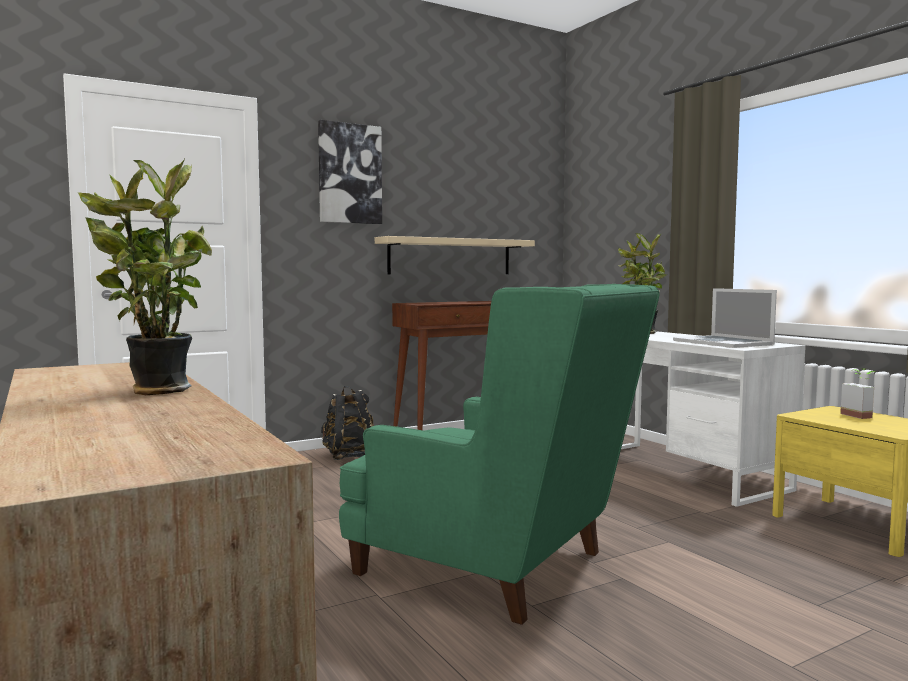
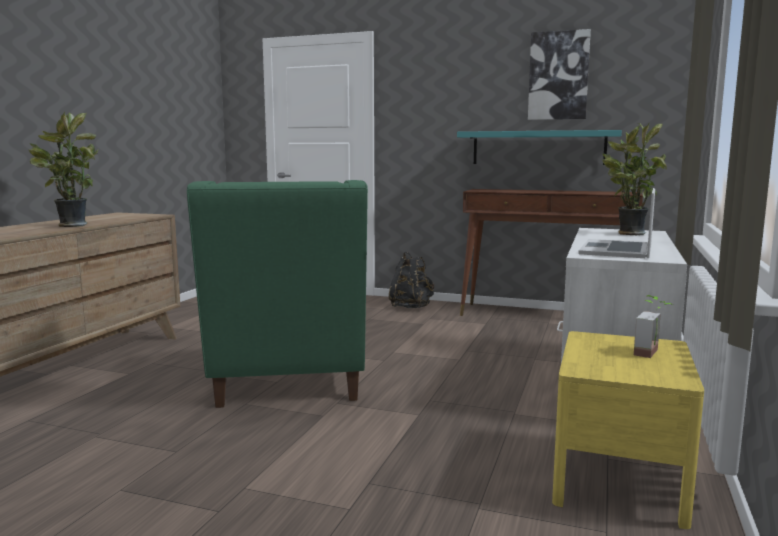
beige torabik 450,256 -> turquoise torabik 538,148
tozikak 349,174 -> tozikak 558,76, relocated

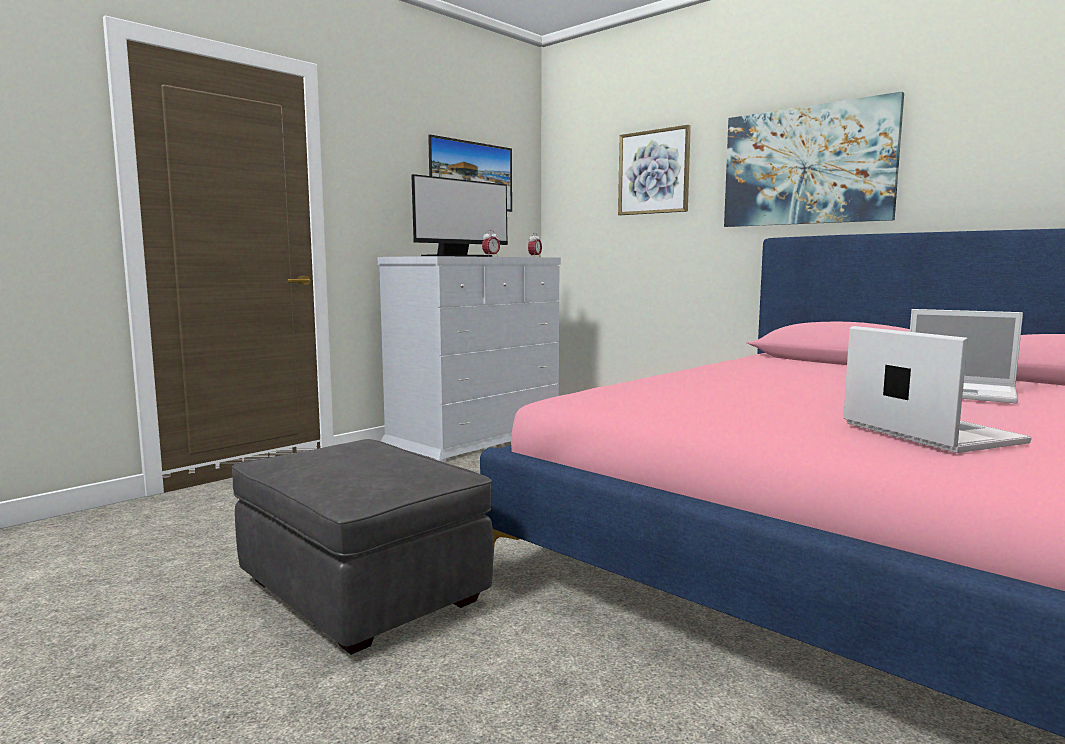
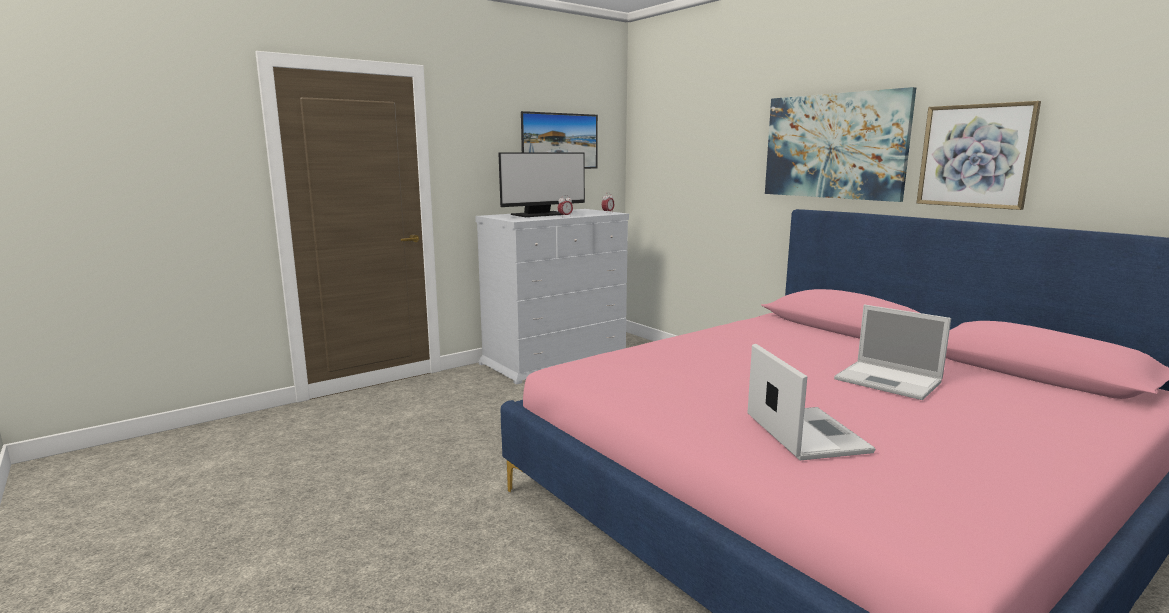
tozikak 654,172 -> tozikak 975,156, relocated
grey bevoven 361,591 -> none

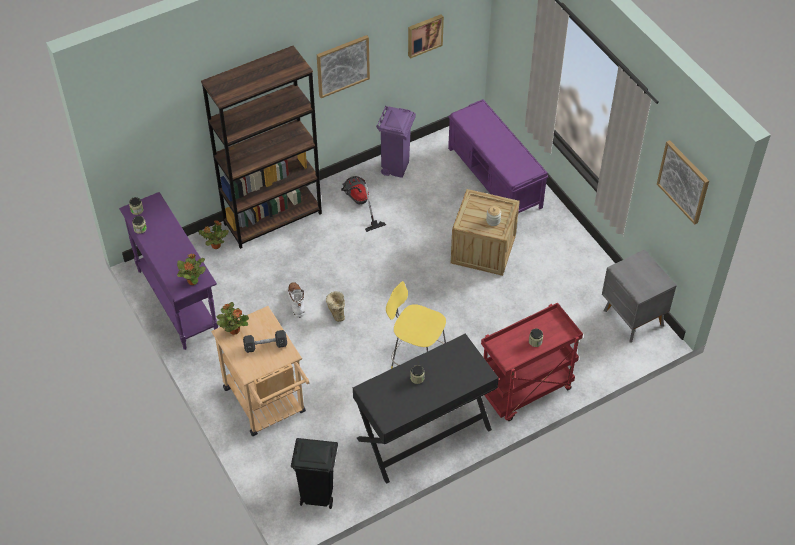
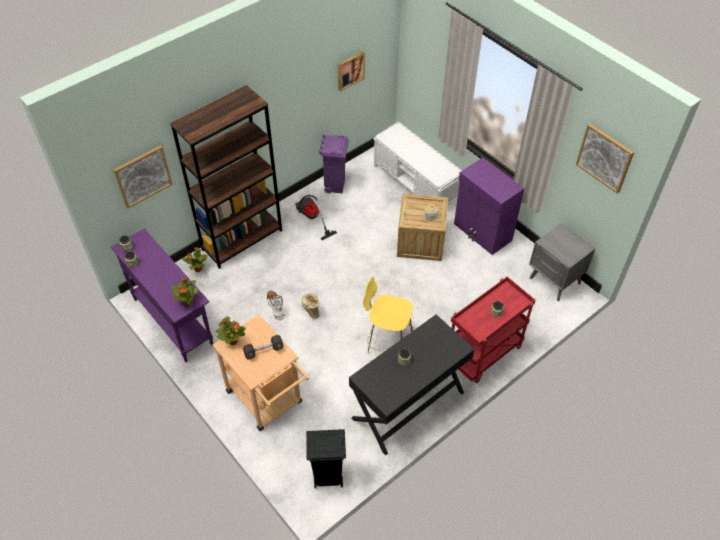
tozikak 342,65 -> tozikak 143,176, relocated
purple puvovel 495,178 -> white puvovel 416,184
none -> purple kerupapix 482,233

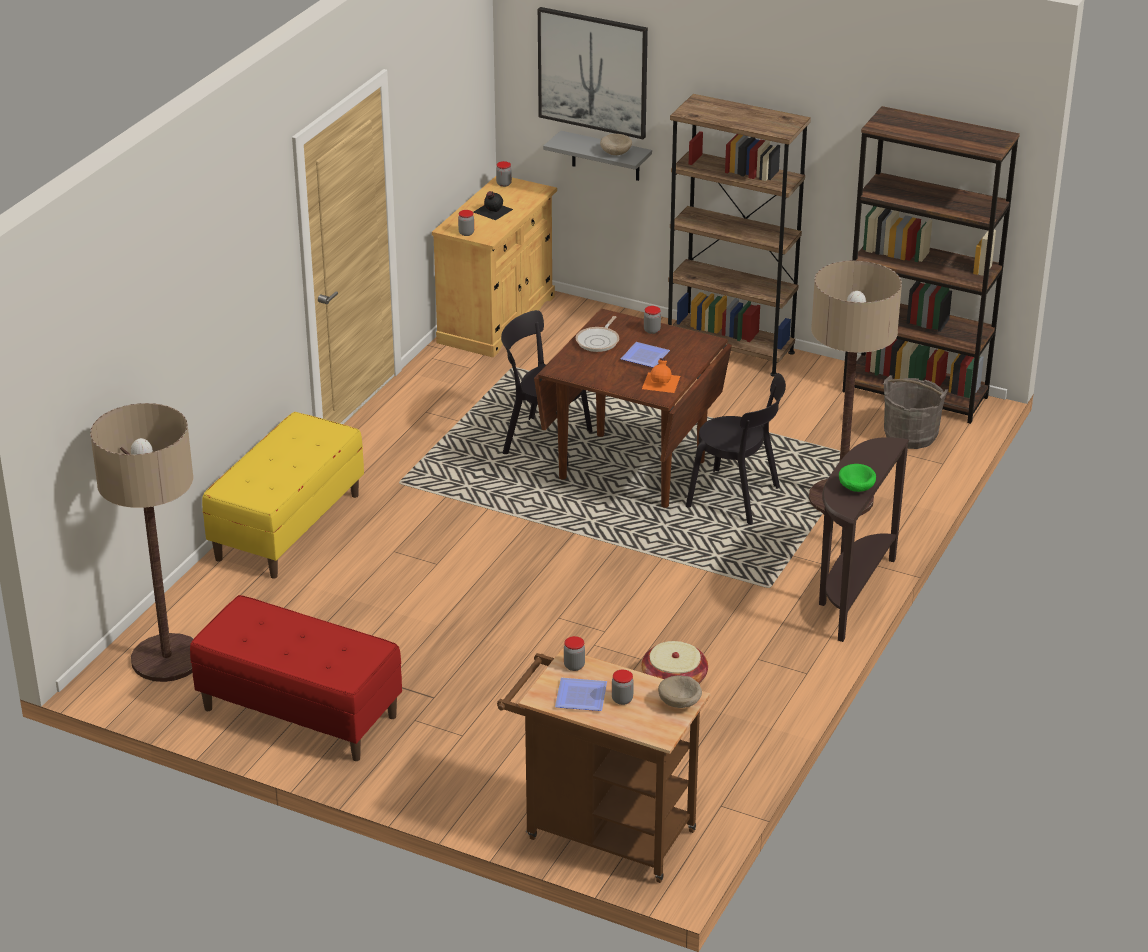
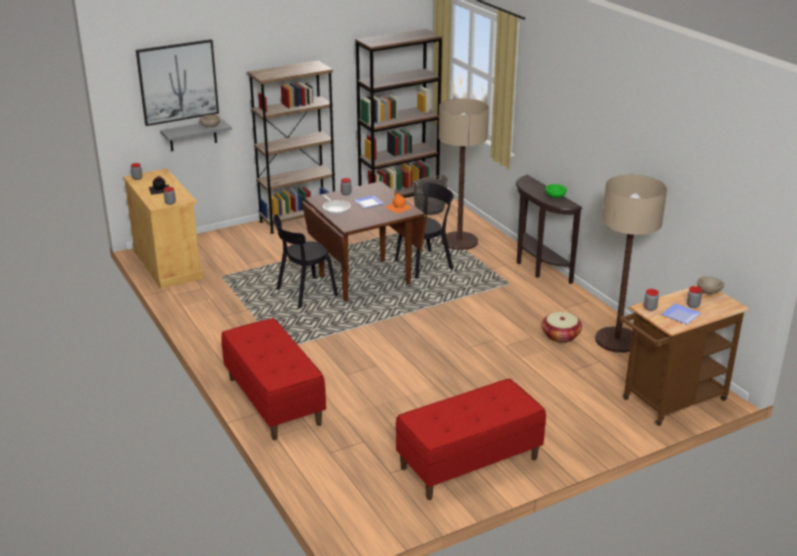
yellow puvovel 288,526 -> red puvovel 273,401
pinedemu 167,659 -> pinedemu 617,340, relocated

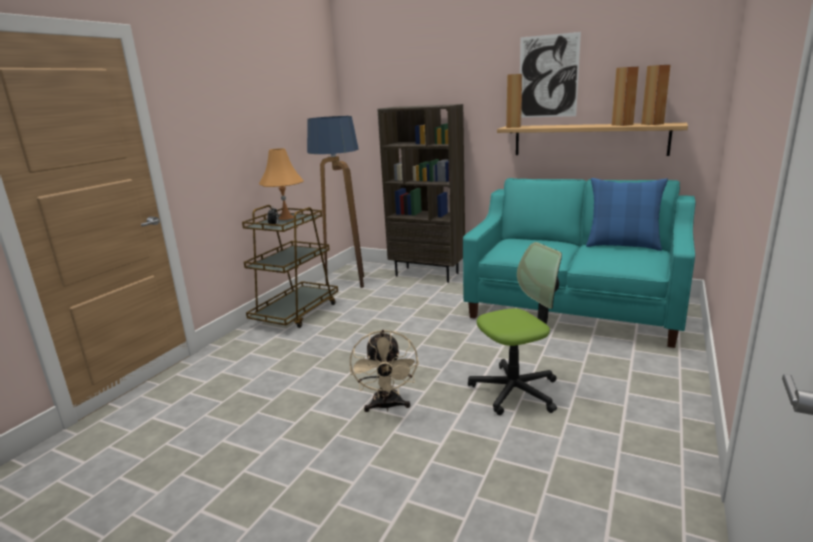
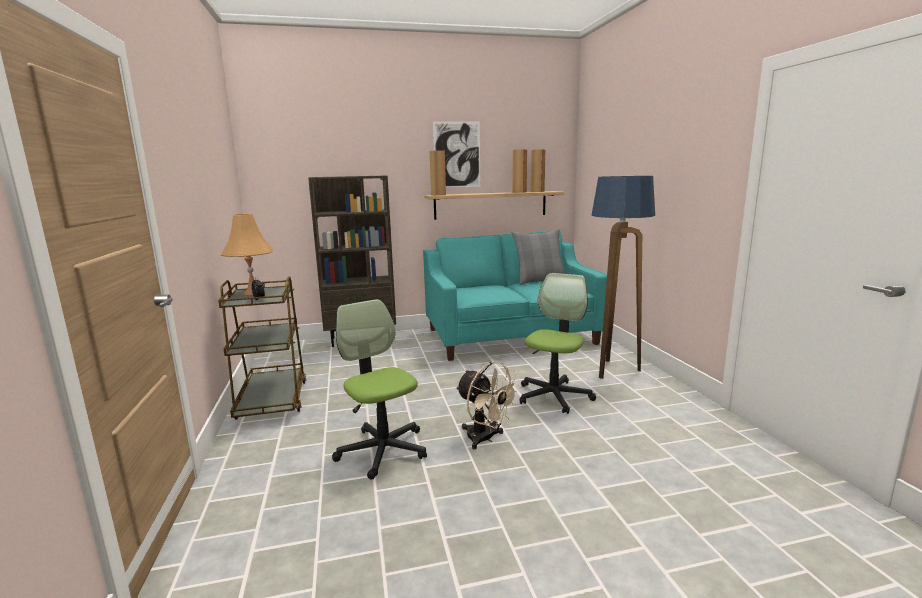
none -> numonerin 383,450
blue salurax 622,245 -> grey salurax 539,280
pinedemu 346,283 -> pinedemu 613,371, relocated

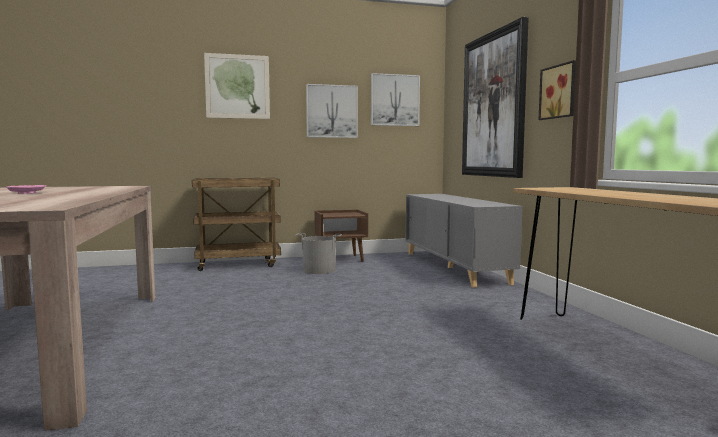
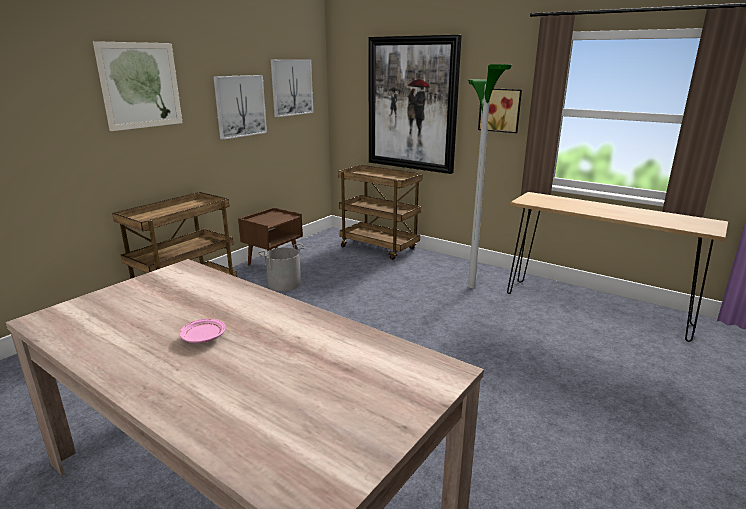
grey kerupapix 454,267 -> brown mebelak 380,248
none -> pinedemu 472,286

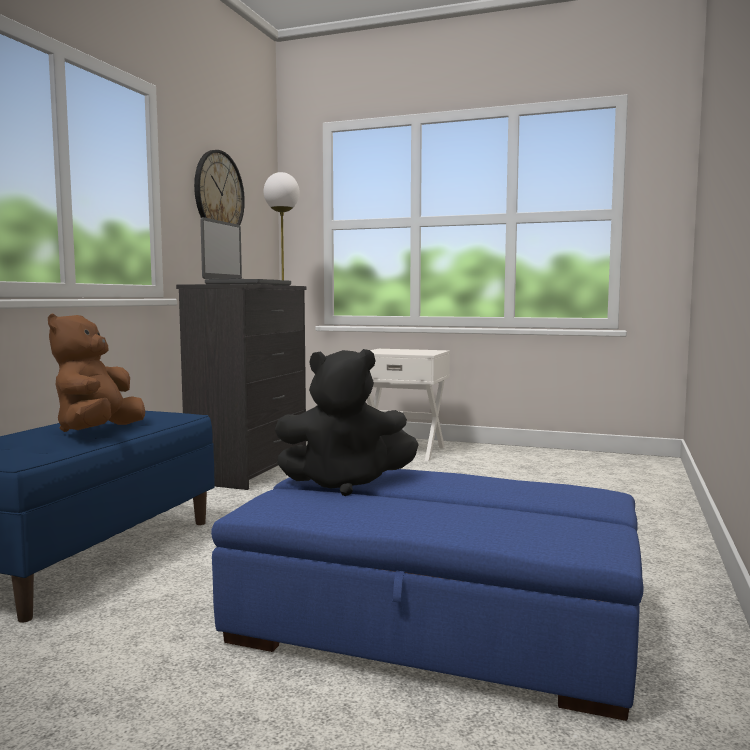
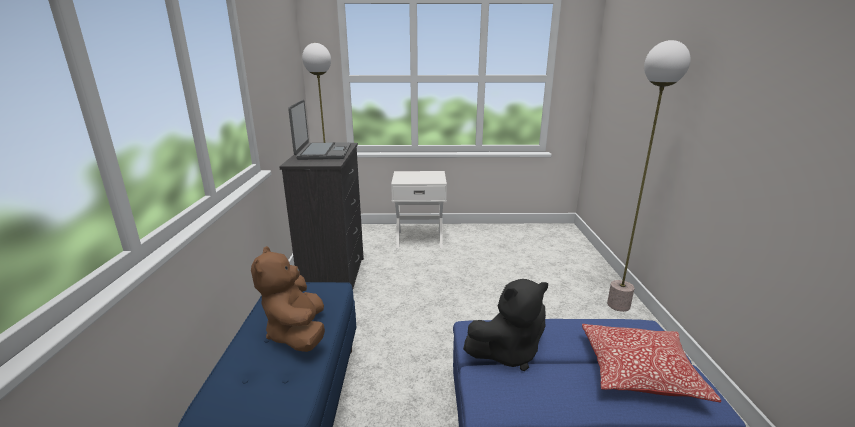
none -> salurax 639,372
none -> pinedemu 619,305
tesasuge 218,194 -> none

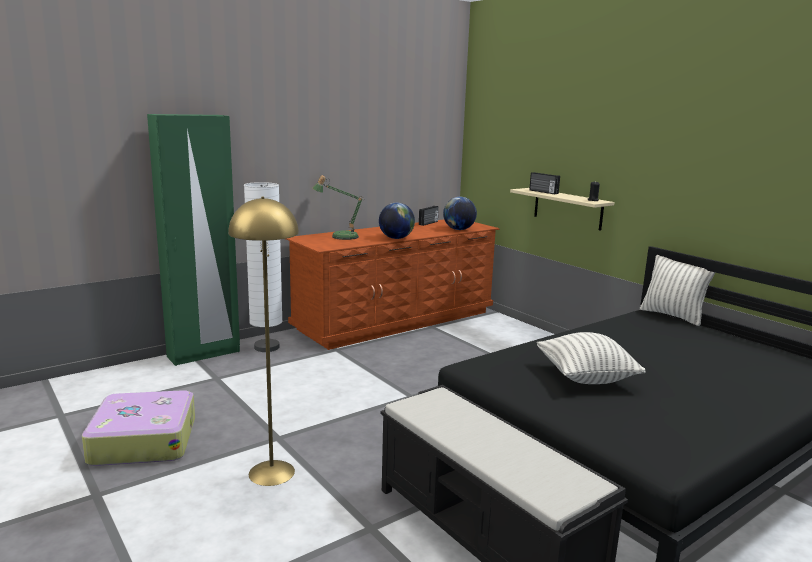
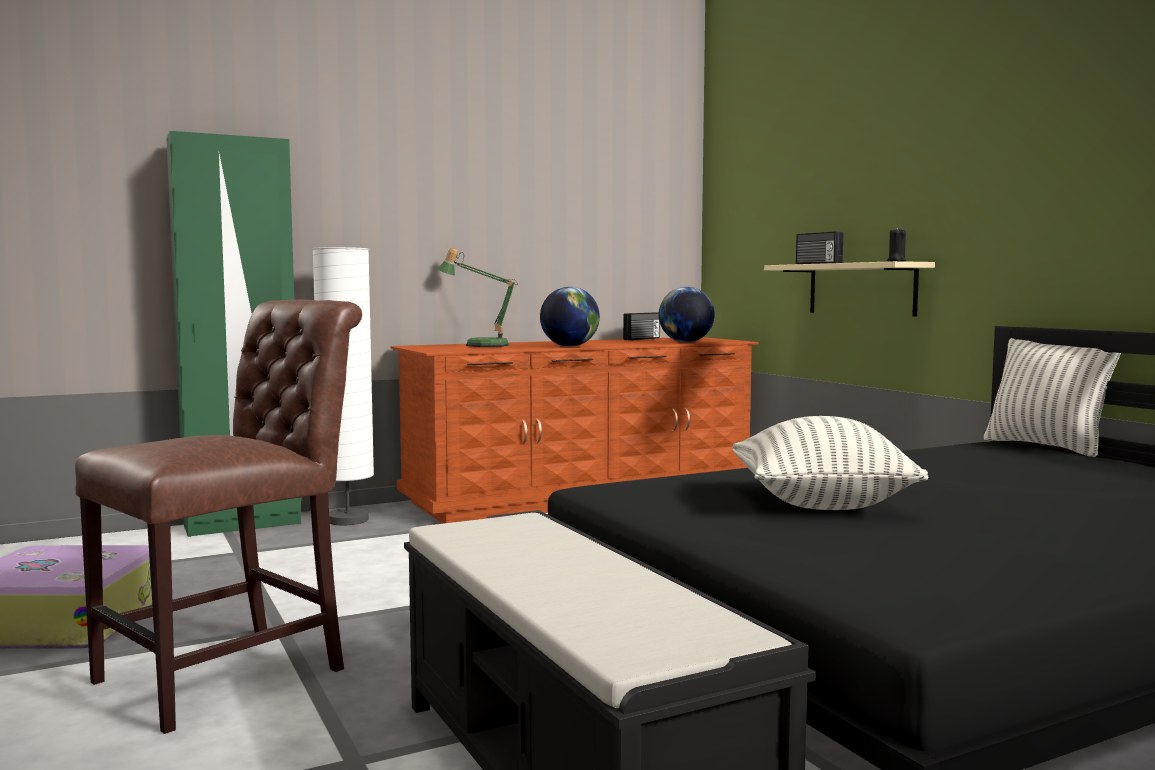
yellow pinedemu 272,472 -> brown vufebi 234,672

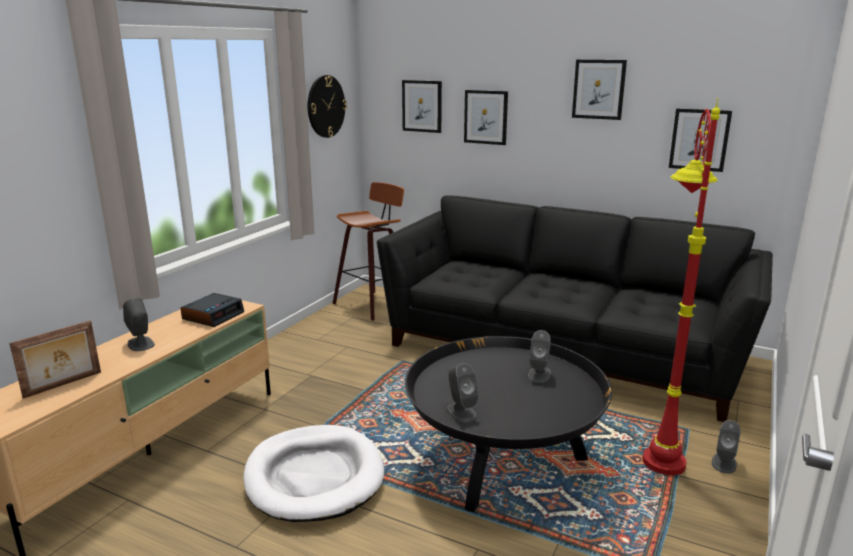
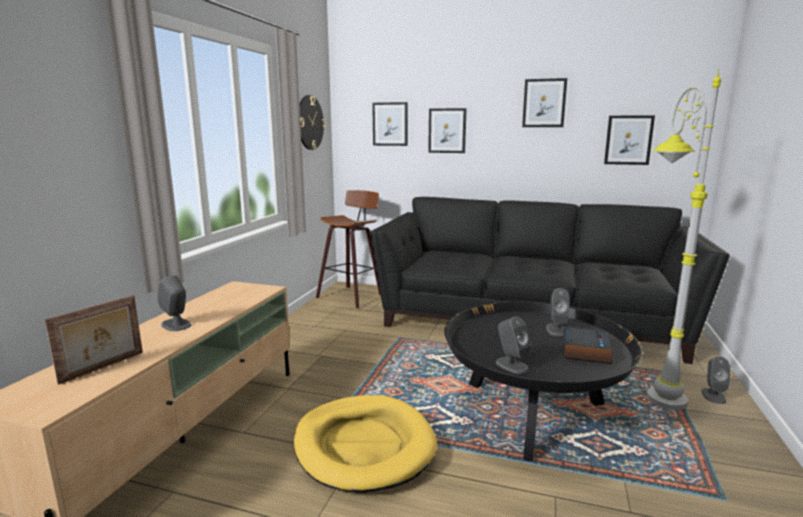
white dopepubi 314,477 -> yellow dopepubi 364,446
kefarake 213,315 -> kefarake 585,351, relocated
red pinedemu 660,443 -> grey pinedemu 653,384

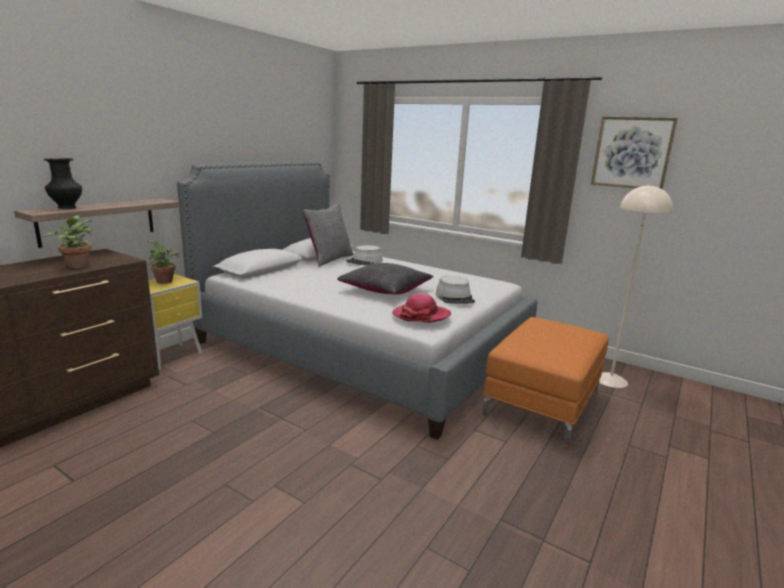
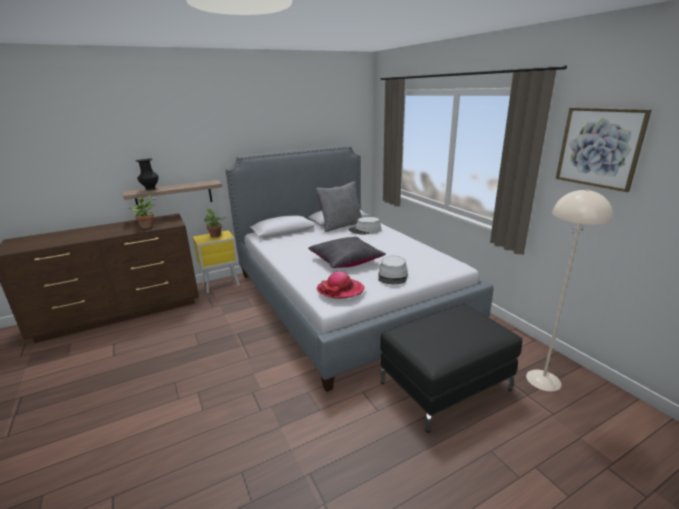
orange bevoven 541,403 -> black bevoven 444,385

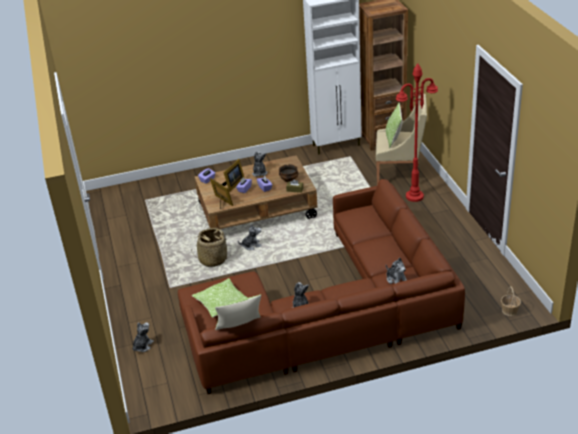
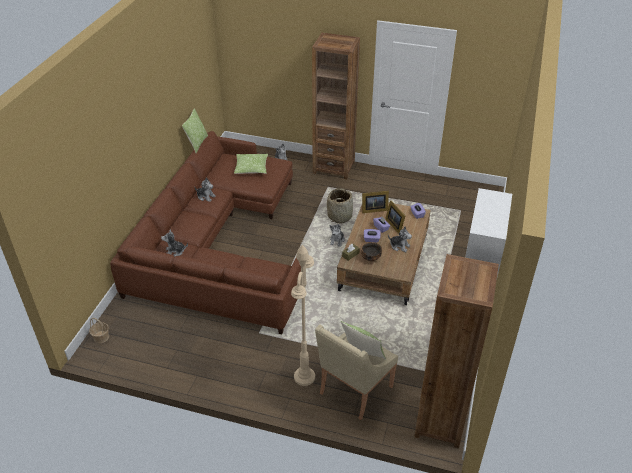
red pinedemu 414,196 -> beige pinedemu 304,377
none -> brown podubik 333,168

